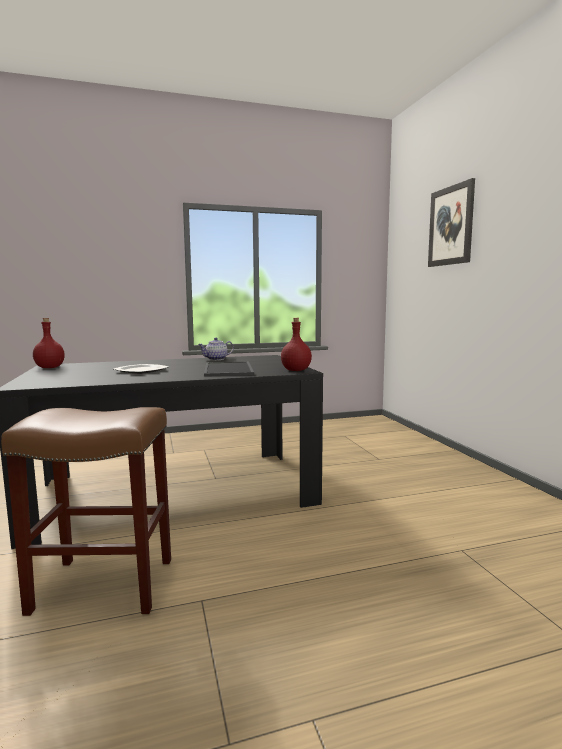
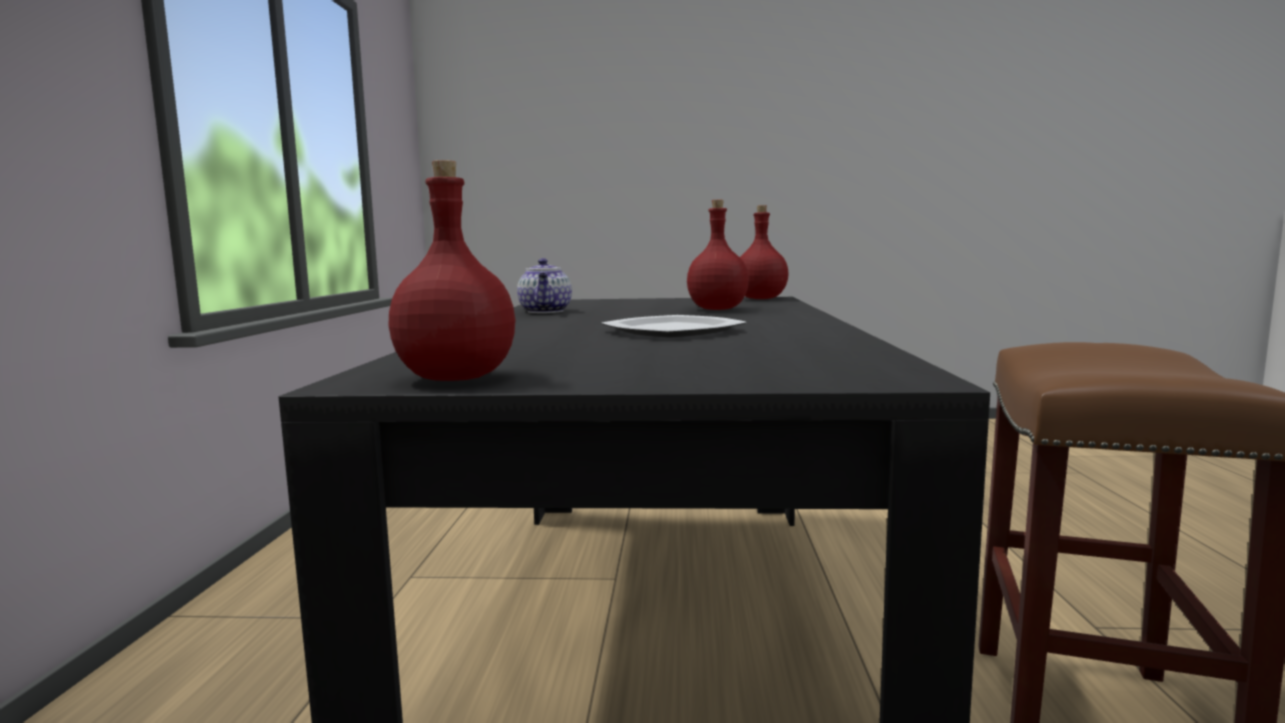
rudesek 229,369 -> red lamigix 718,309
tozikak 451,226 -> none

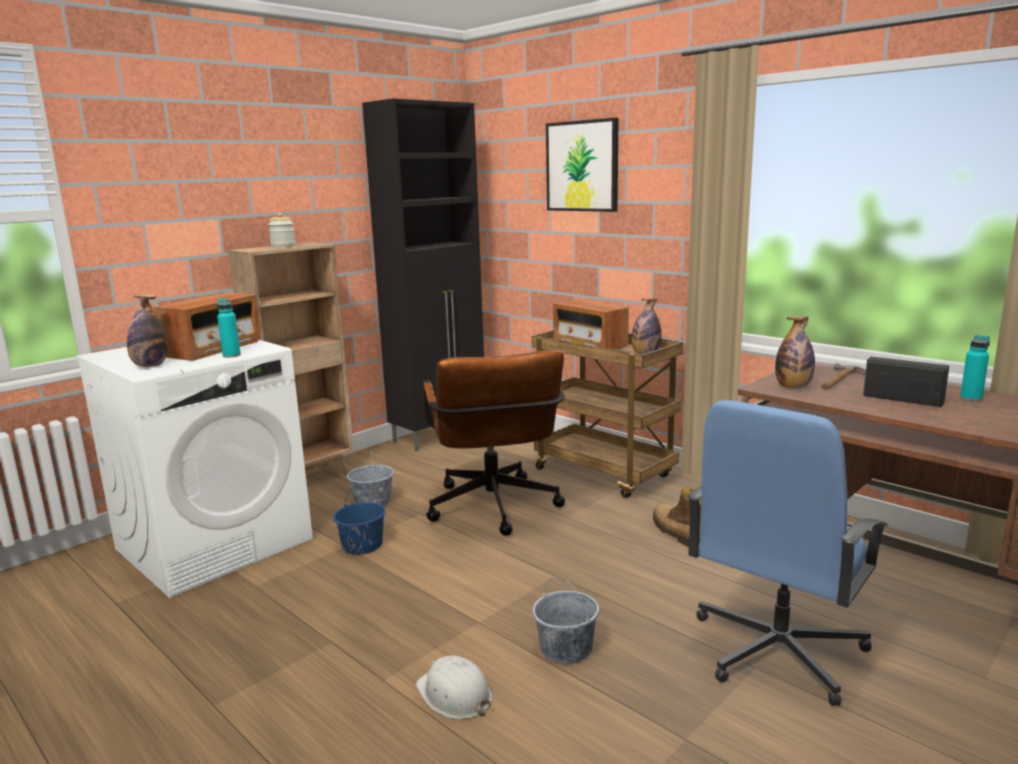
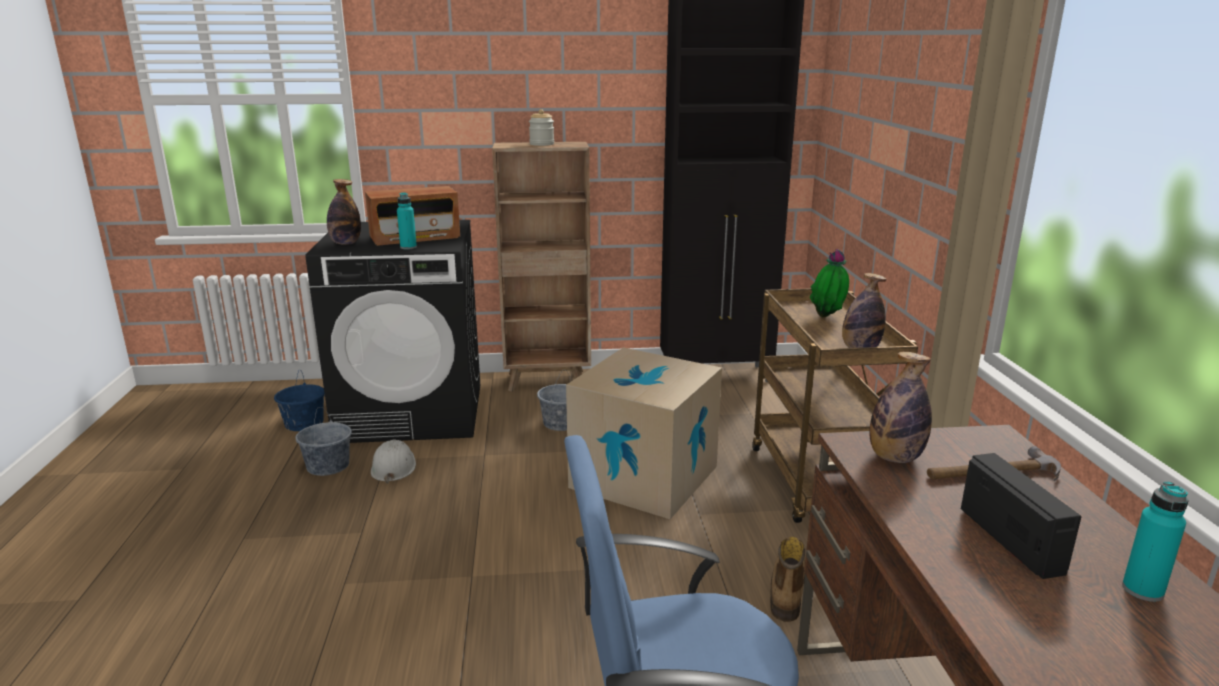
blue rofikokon 362,545 -> blue rofikokon 304,423, relocated
grey rofikokon 566,649 -> grey rofikokon 328,466, relocated
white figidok 215,543 -> black figidok 413,412
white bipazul 454,695 -> white bipazul 393,467, relocated
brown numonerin 495,511 -> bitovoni 644,477
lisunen 589,344 -> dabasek 827,317
tozikak 582,166 -> none

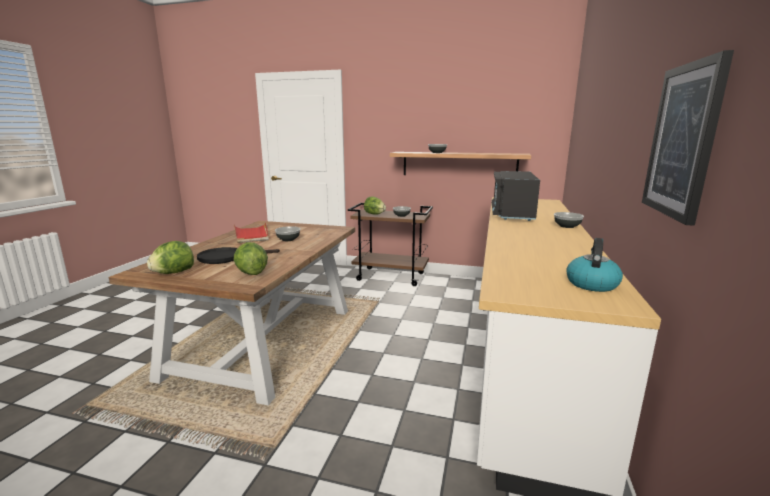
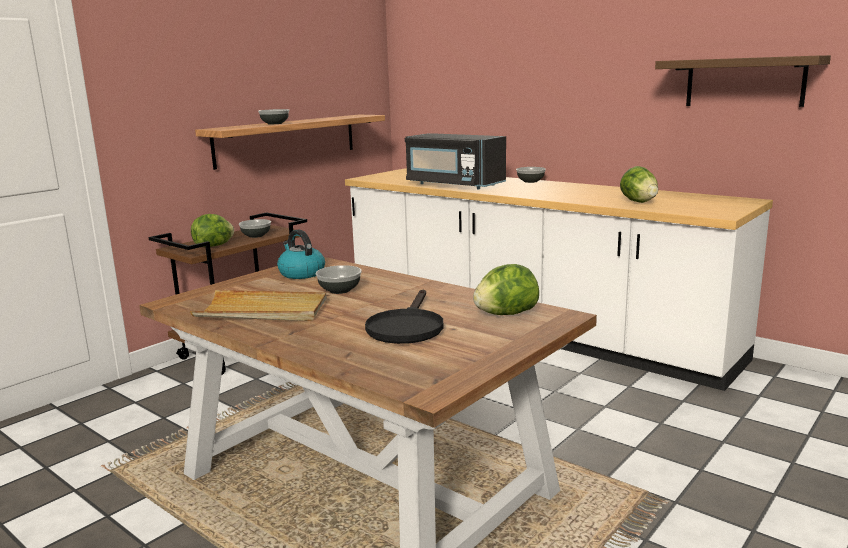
red rudesek 251,235 -> beige rudesek 262,311
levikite 591,284 -> levikite 301,273, relocated
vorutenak 173,273 -> vorutenak 638,202, relocated
tozikak 682,141 -> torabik 744,82

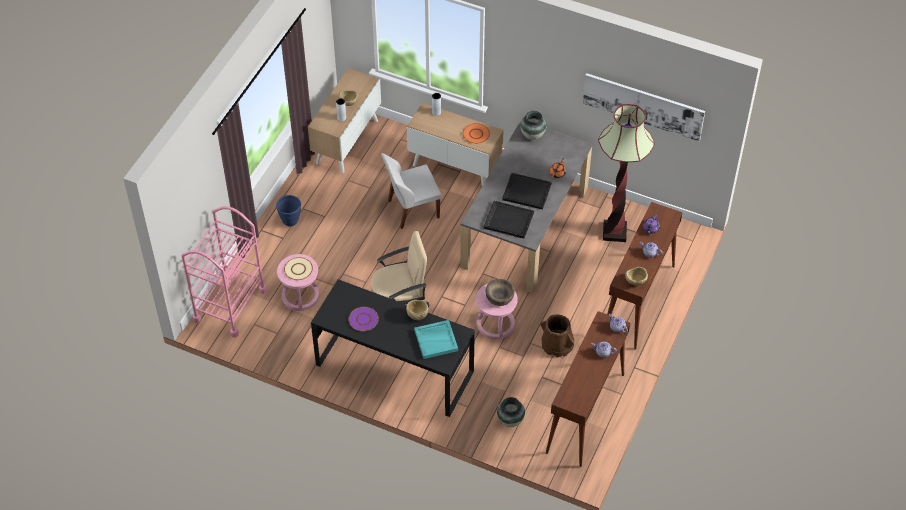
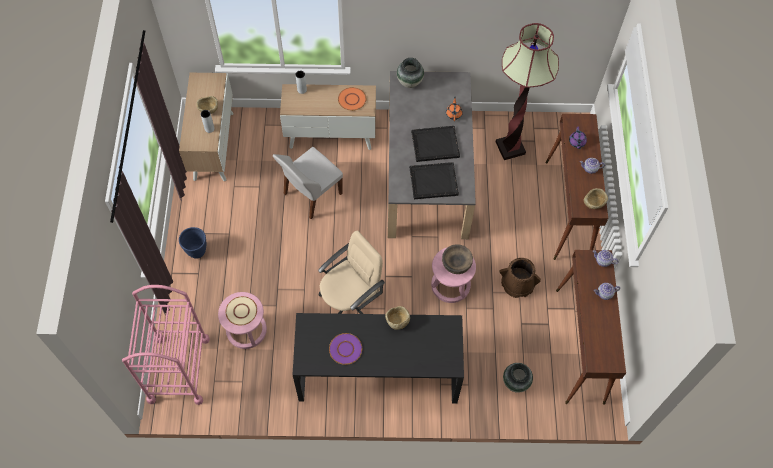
turquoise rudesek 436,340 -> none
tozikak 643,106 -> none

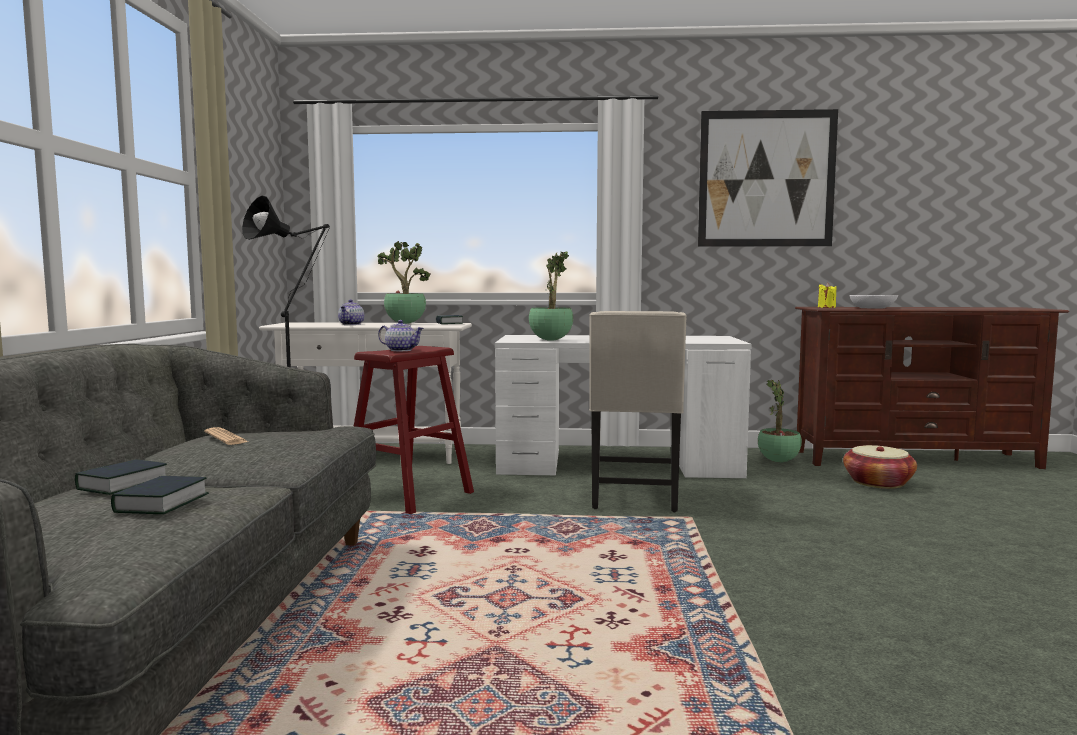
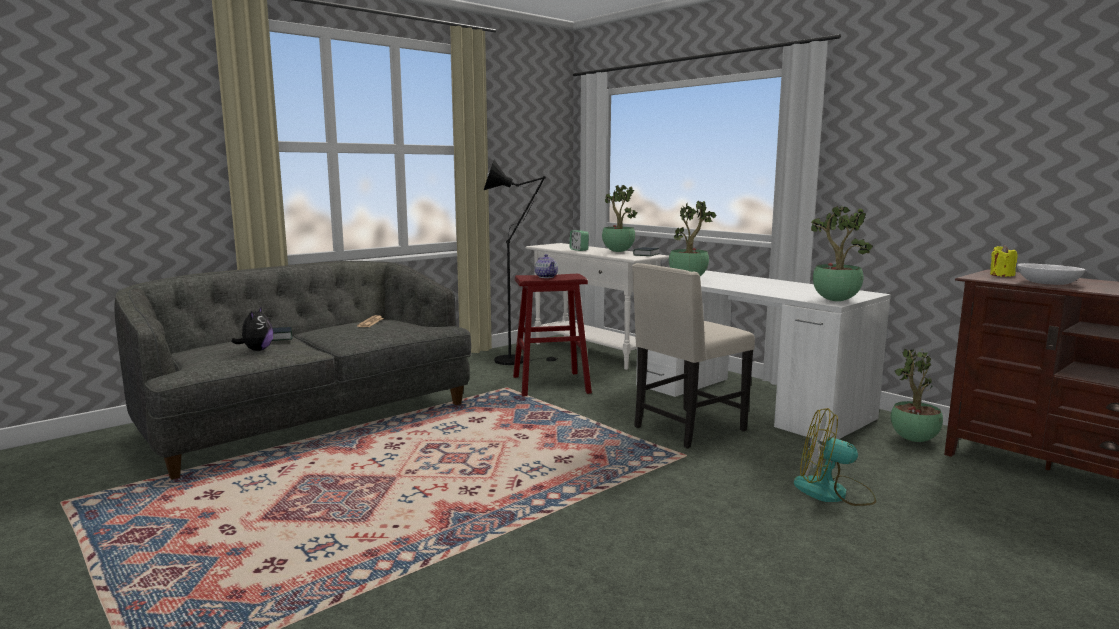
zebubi 161,503 -> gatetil 257,350
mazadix 352,324 -> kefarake 579,250
none -> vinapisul 833,492
none -> dabasek 834,300
tozikak 766,179 -> none
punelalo 878,483 -> none

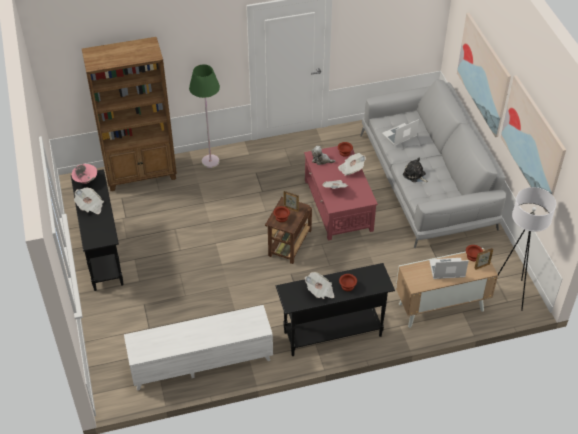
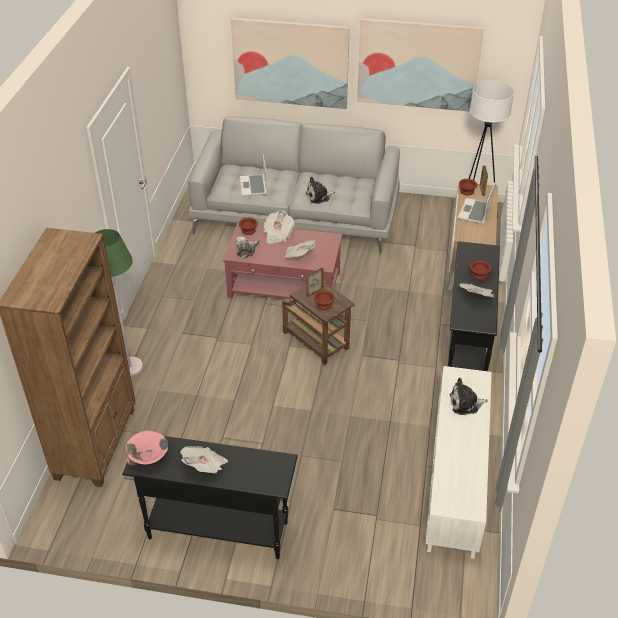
none -> gatetil 465,403

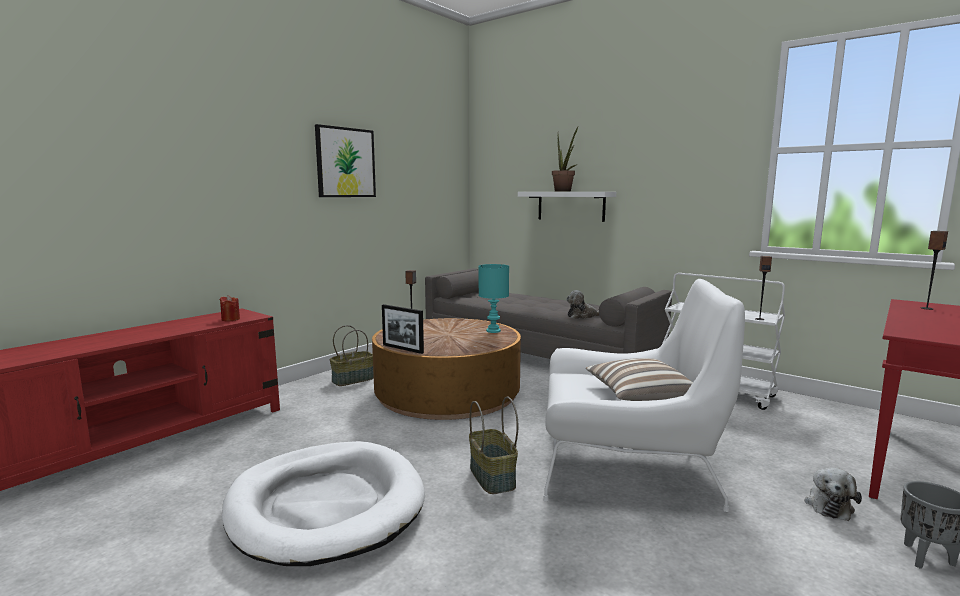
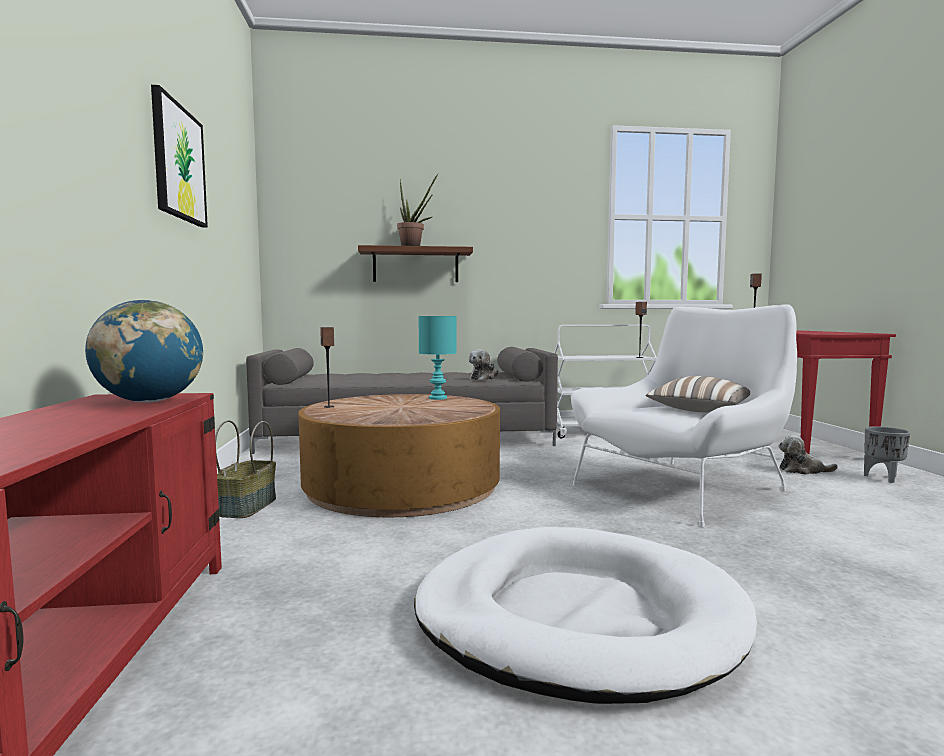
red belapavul 230,319 -> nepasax 150,401
white torabik 571,206 -> brown torabik 415,265
gatetil 829,505 -> gatetil 802,470, 120 degrees clockwise
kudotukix 403,349 -> none
punelalo 491,477 -> none

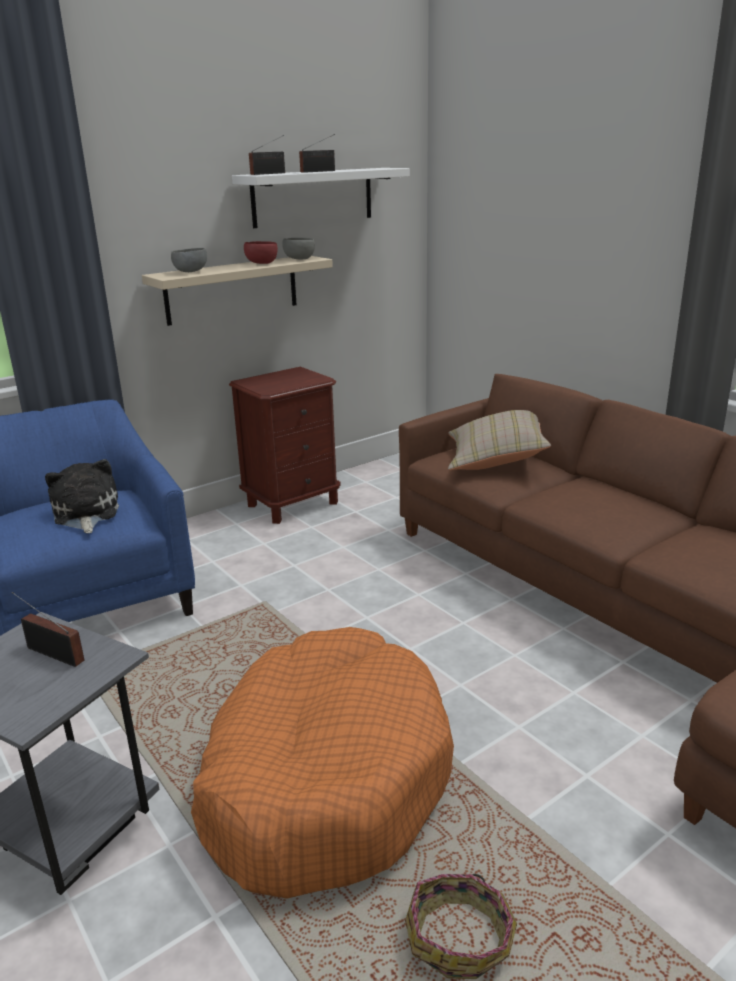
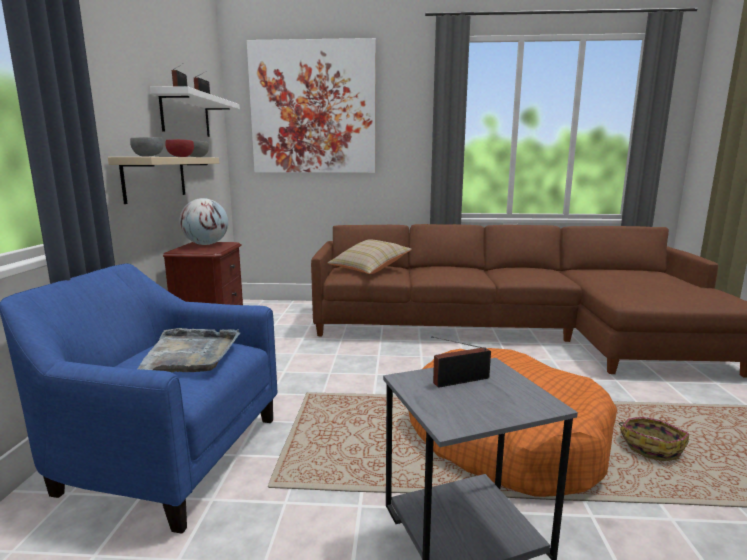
gatetil 85,514 -> grey rudesek 191,353
none -> nepasax 206,244
none -> tozikak 313,108

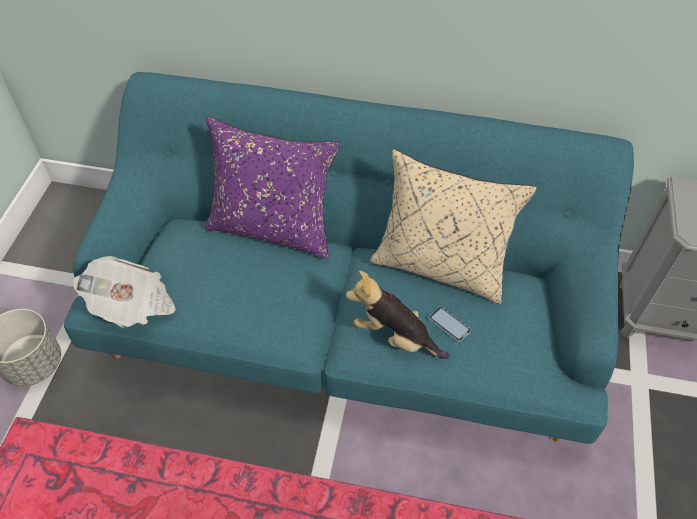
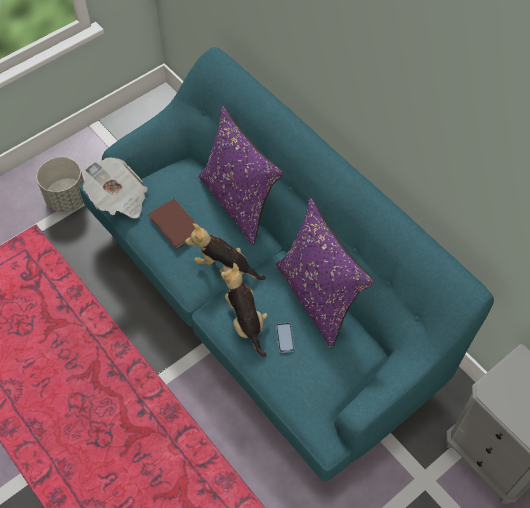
none -> brown zebubi 175,226
none -> gatetil 225,268
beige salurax 440,266 -> purple salurax 318,298

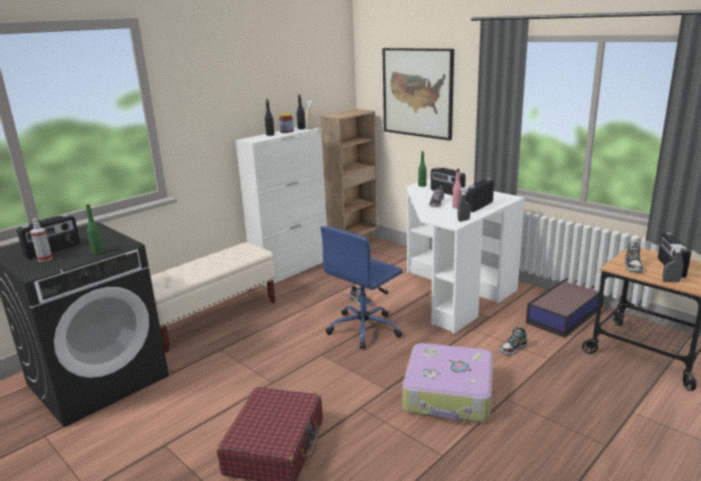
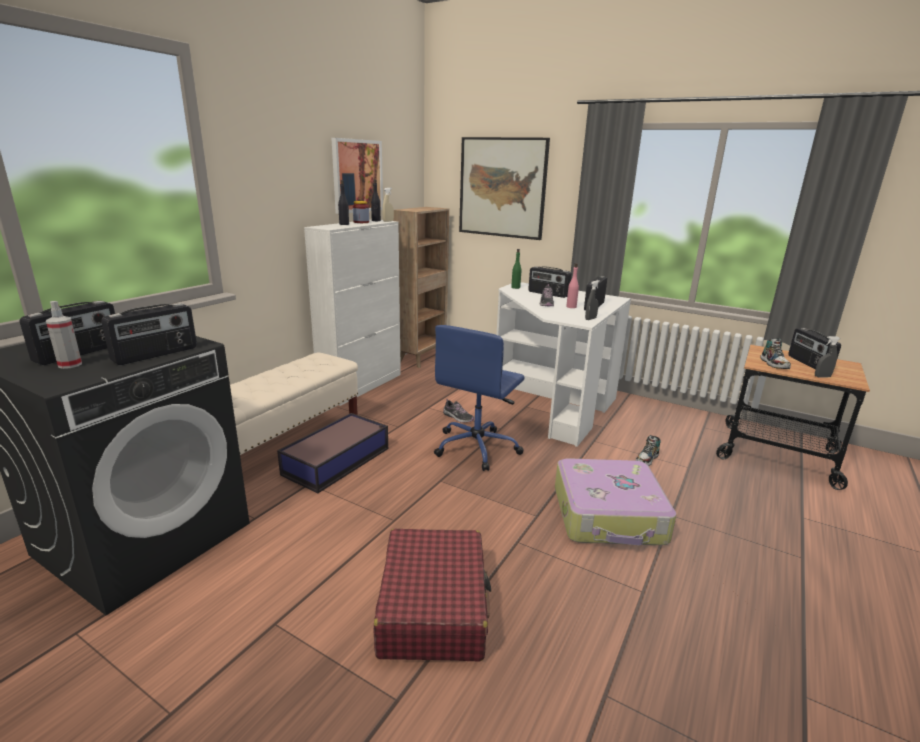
green lamigix 98,252 -> lisunen 156,354
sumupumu 565,315 -> sumupumu 338,461, relocated
none -> tozikak 357,176

